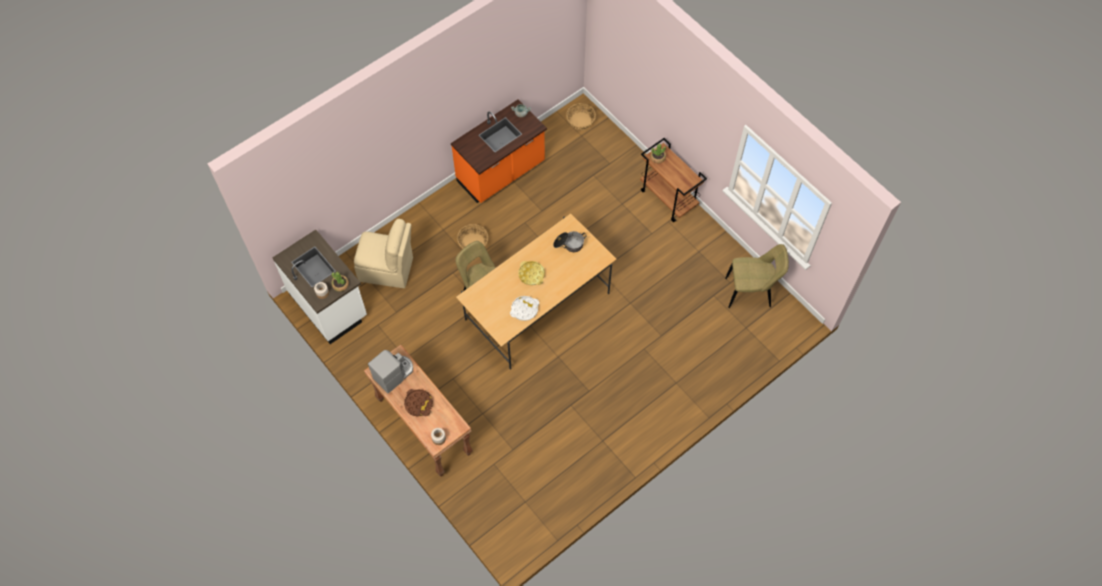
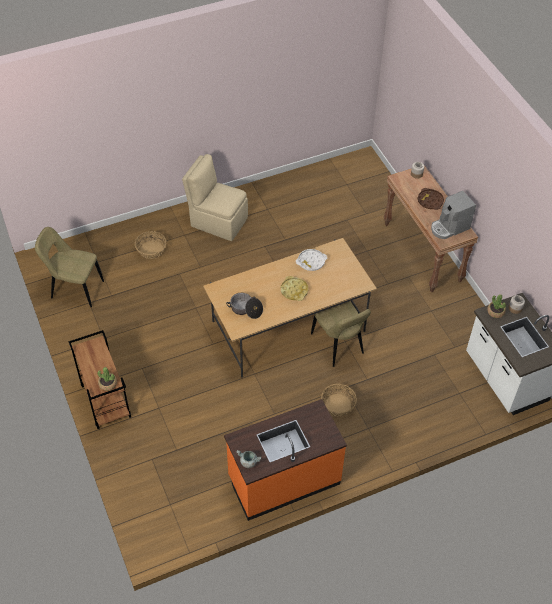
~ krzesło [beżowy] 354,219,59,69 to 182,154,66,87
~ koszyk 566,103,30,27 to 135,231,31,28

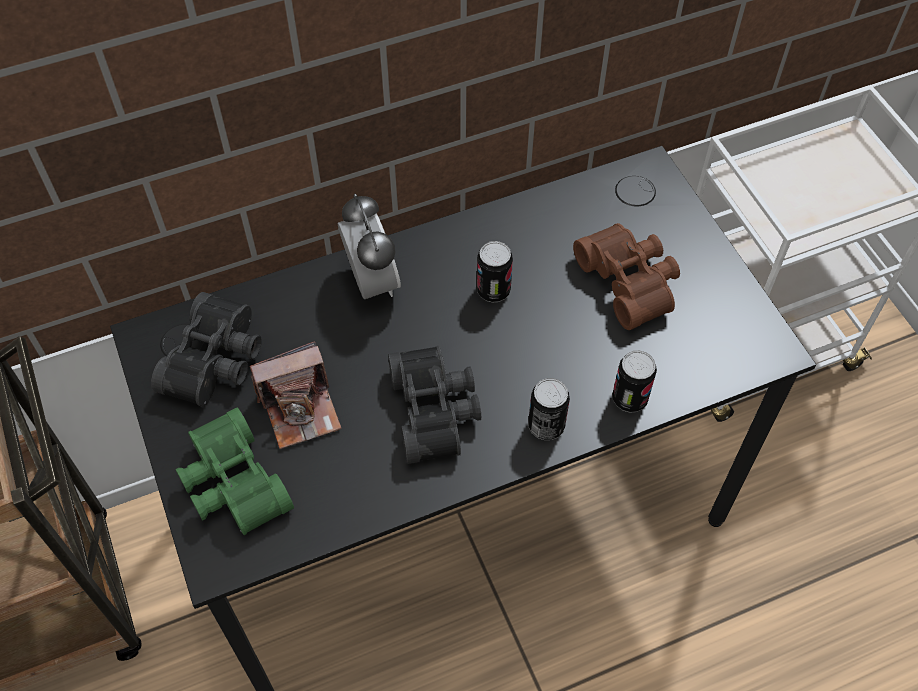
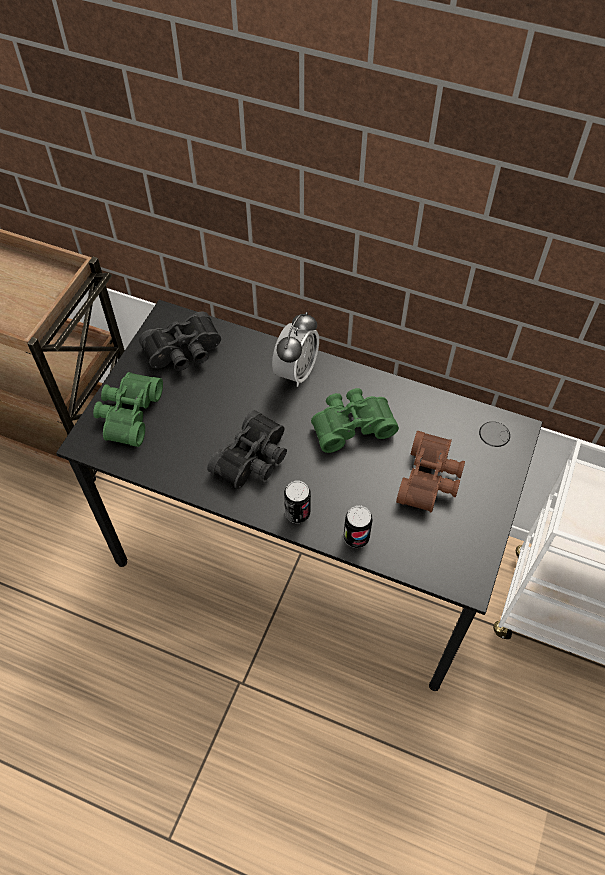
- aparat fotograficzny 250,341,91,108
~ puszka 477,241,36,62 to lornetka [zielony] 311,388,88,65

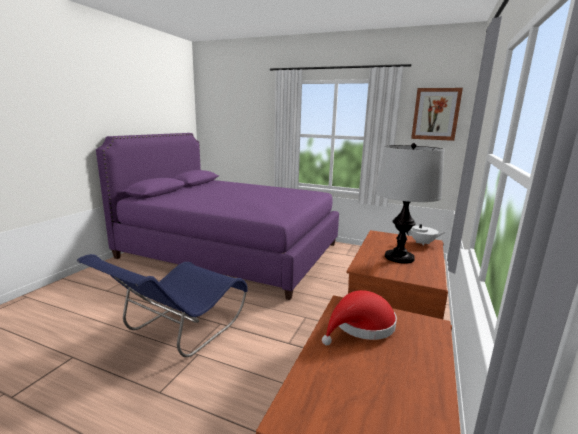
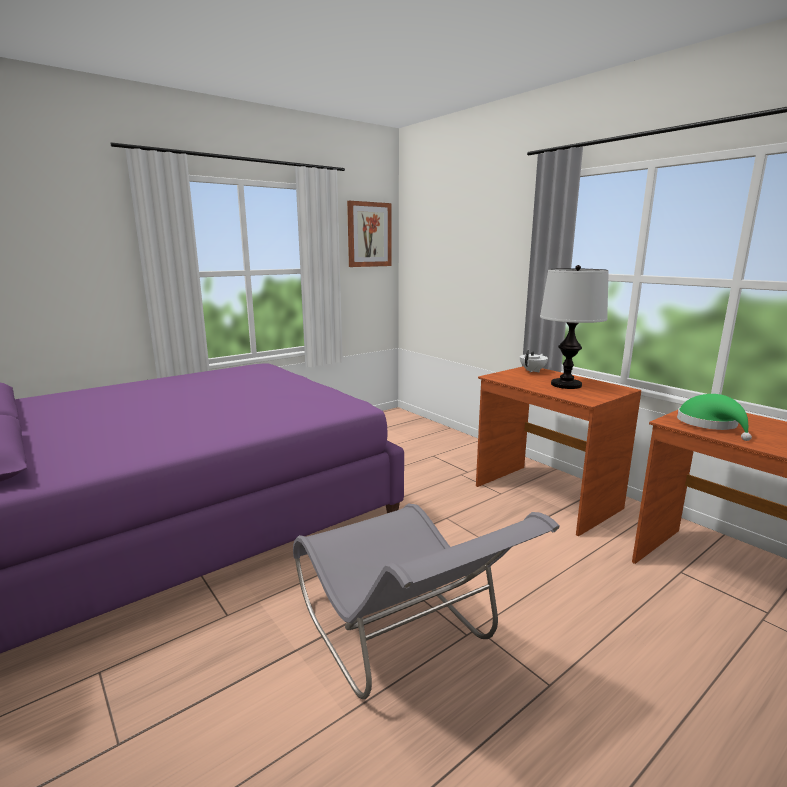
~ krzesło [niebieski] 77,254,171,103 to krzesło [szary] 293,504,267,195
~ kapelusz [czerwony] 322,290,75,55 to kapelusz [zielony] 677,394,75,47

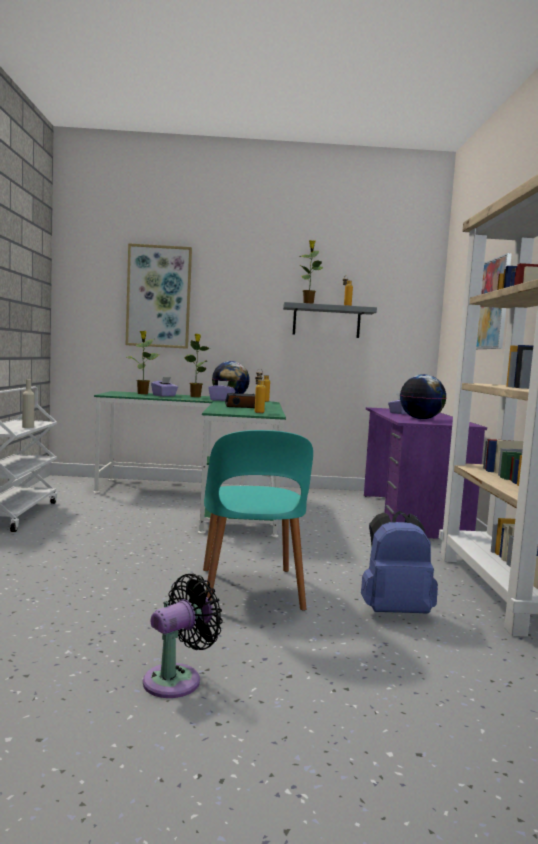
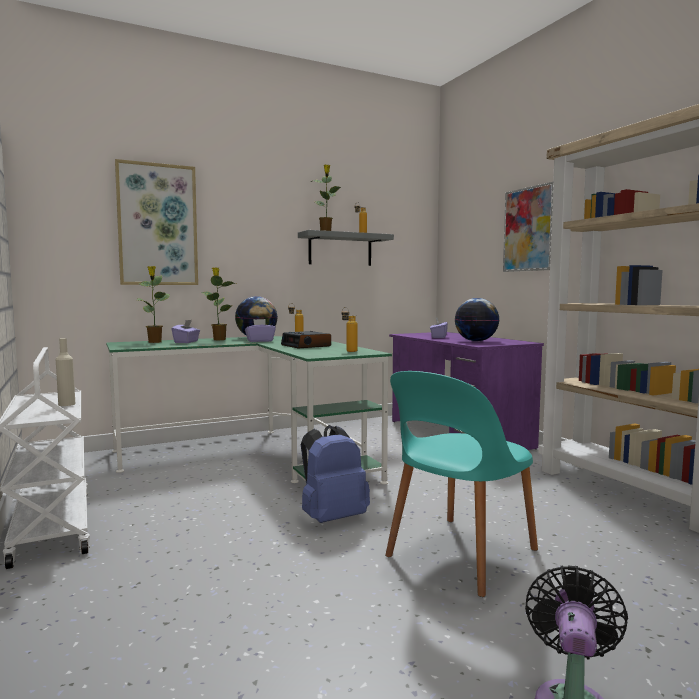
~ plecak [niebieski] 361,511,77,103 to 301,425,69,98
~ krzesło [turkusowy] 203,430,110,181 = 385,371,153,226 75 degrees clockwise

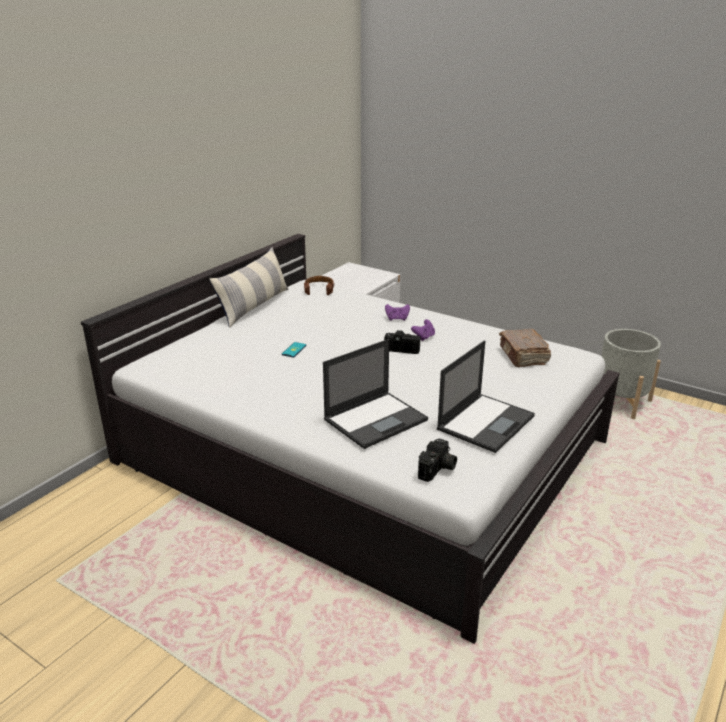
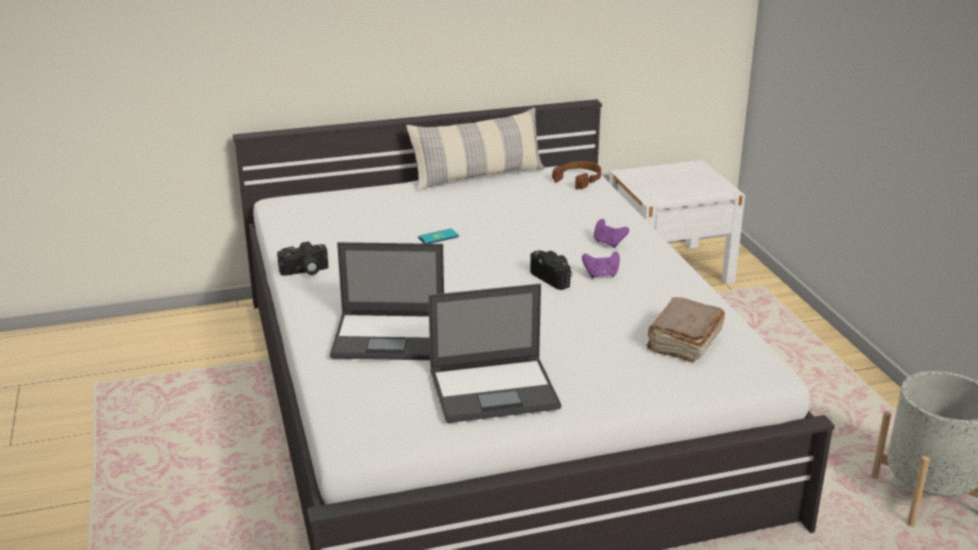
~ aparat fotograficzny 418,439,39,43 to 277,242,51,34

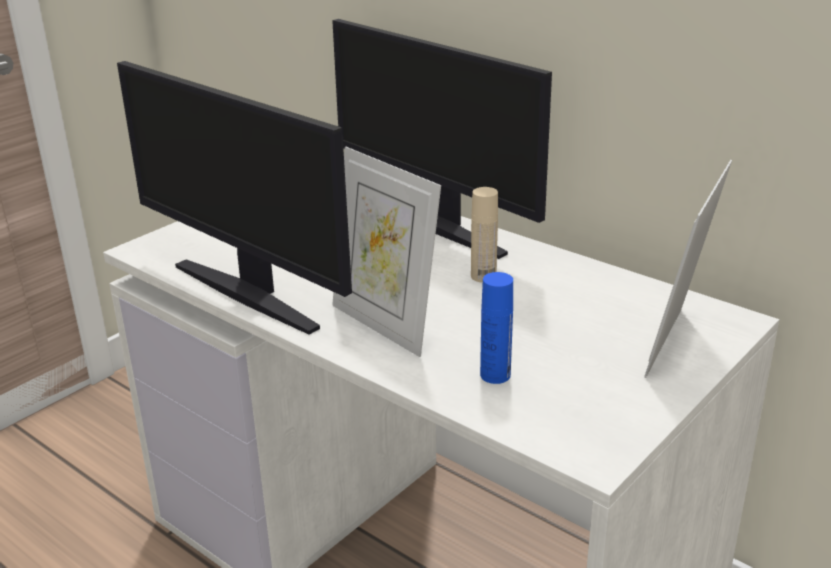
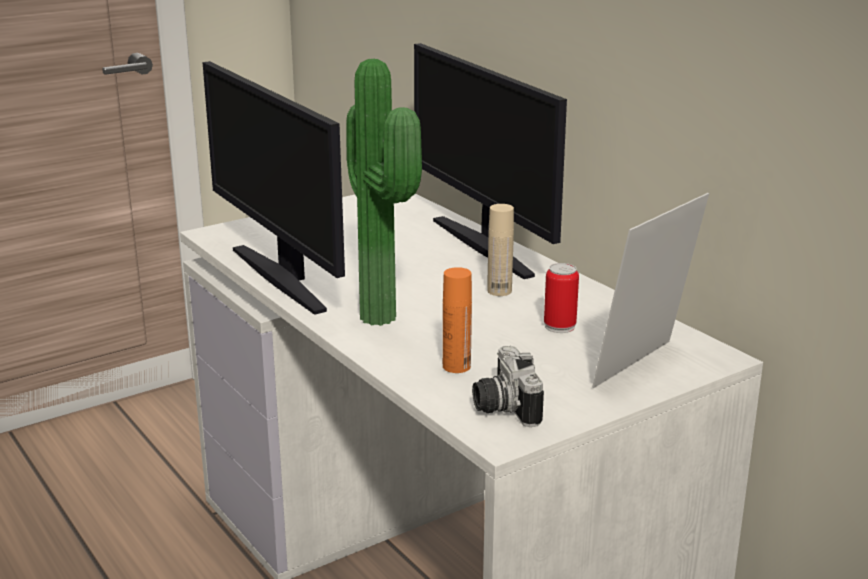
+ aparat fotograficzny 472,346,72,81
+ puszka 544,263,35,70
~ ramka na zdjęcie 332,147,109,210 to roślina doniczkowa 346,59,76,267
~ butelka [niebieski] 480,272,33,112 to butelka [pomarańczowy] 443,267,29,106

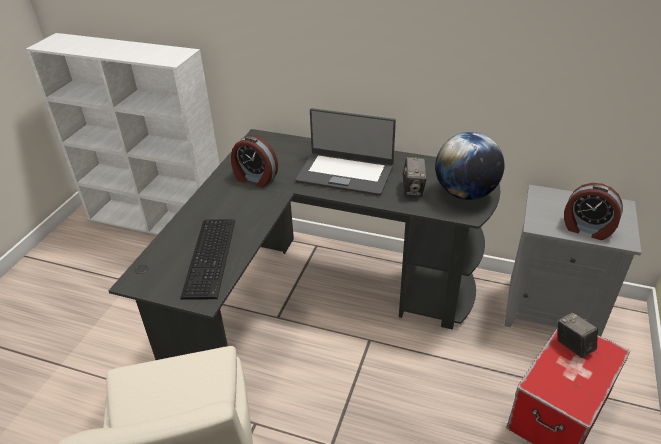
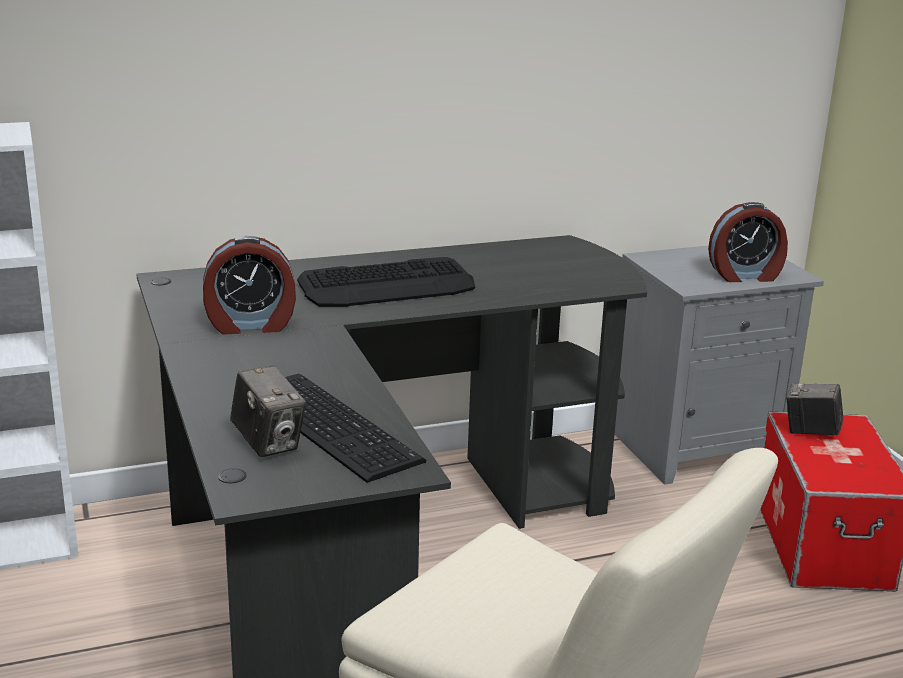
- globus 435,132,69,68
~ aparat fotograficzny 403,157,24,39 to 230,365,76,92
~ laptop 295,108,101,88 to klawiatura 297,257,178,50

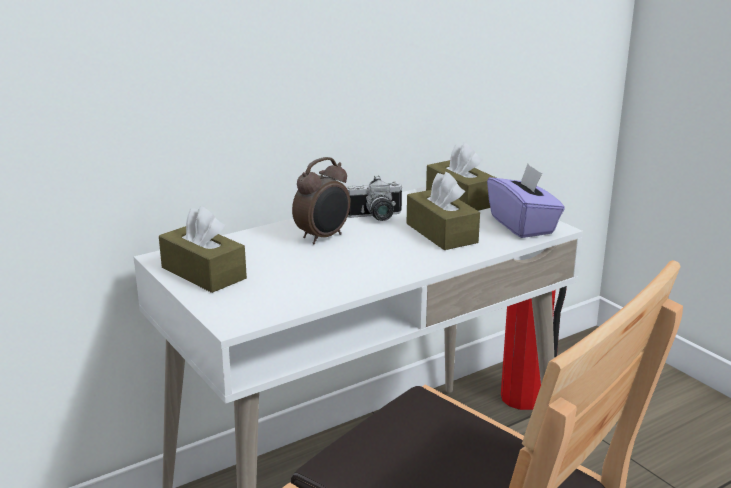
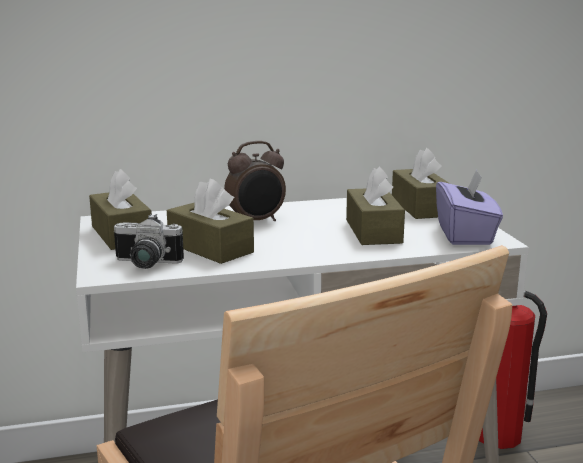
+ pudełko chusteczek [brązowy] 167,179,87,85
~ aparat fotograficzny 346,175,56,46 to 114,214,70,55

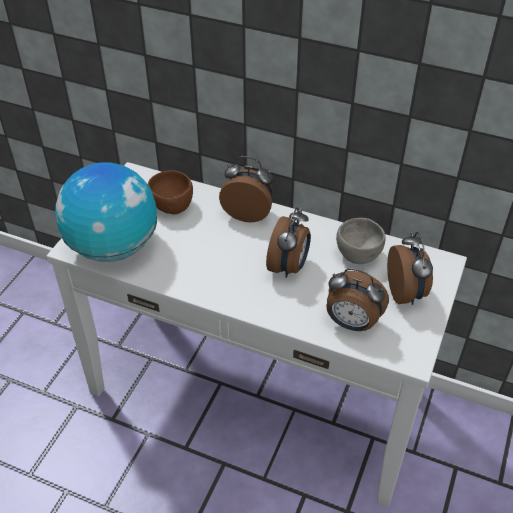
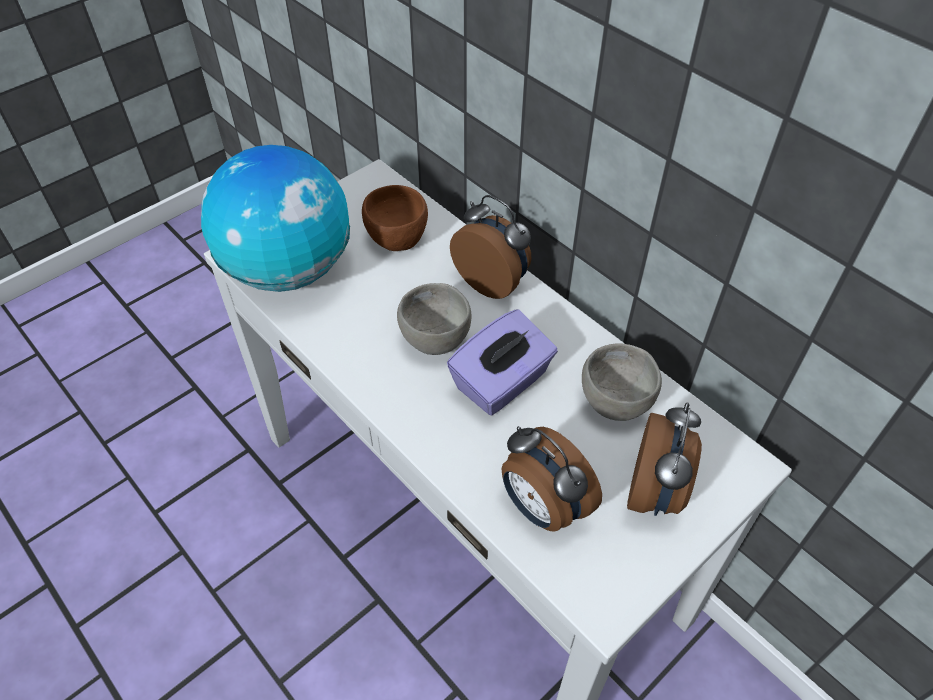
+ miska [szary] 397,283,75,72
~ budzik 266,207,45,71 to pudełko chusteczek [fioletowy] 447,309,111,106

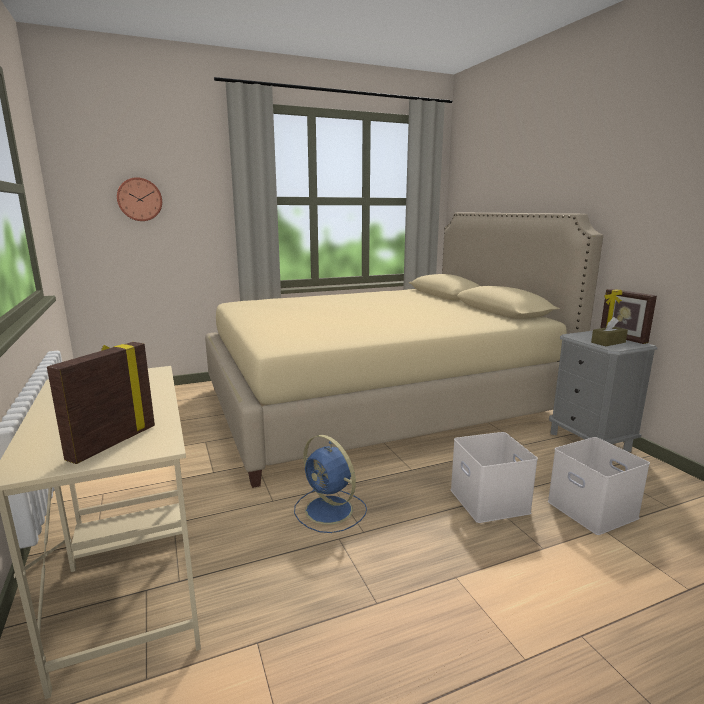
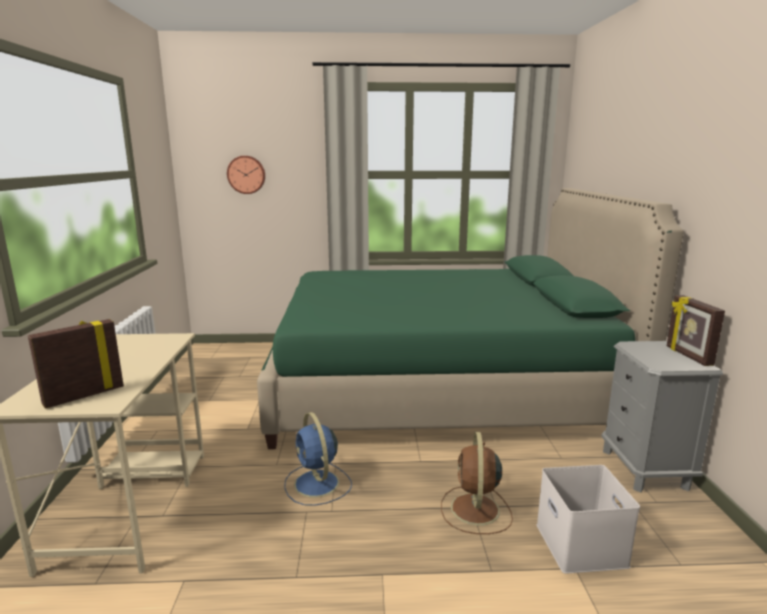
- pudełko chusteczek [brązowy] 591,317,37,29
~ pojemnik do przechowywania [biały] 451,432,87,91 to wentylator [brązowy] 441,432,72,102
~ łóżko [beżowy] 205,212,398,276 to łóżko [zielony] 257,188,427,261

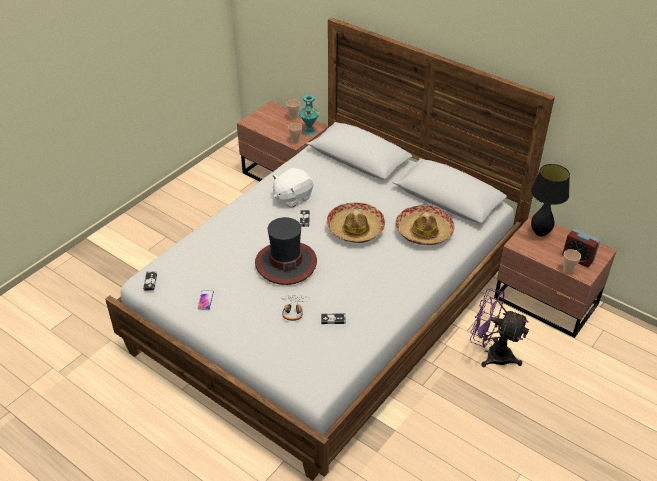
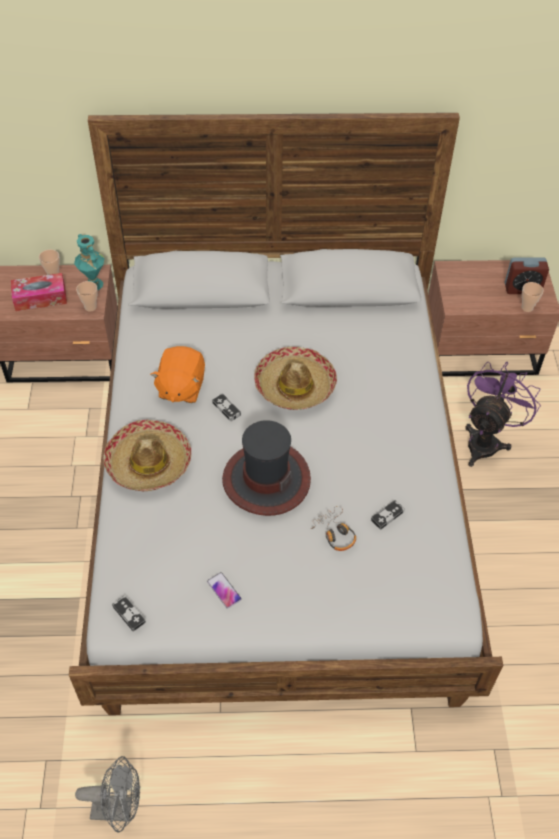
- lampa stołowa [czarny] 531,164,39,72
+ pudełko chusteczek 11,273,56,38
+ wentylator [szary] 75,756,65,76
~ kapelusz 396,205,59,40 to 103,420,88,72
~ pluszak [biały] 273,168,40,40 to pluszak [pomarańczowy] 150,346,55,57
~ wentylator [fioletowy] 470,288,59,79 = 465,362,76,105 135 degrees clockwise

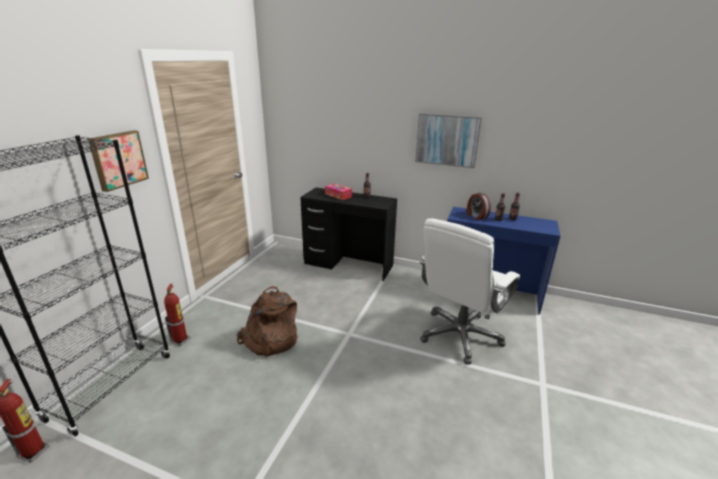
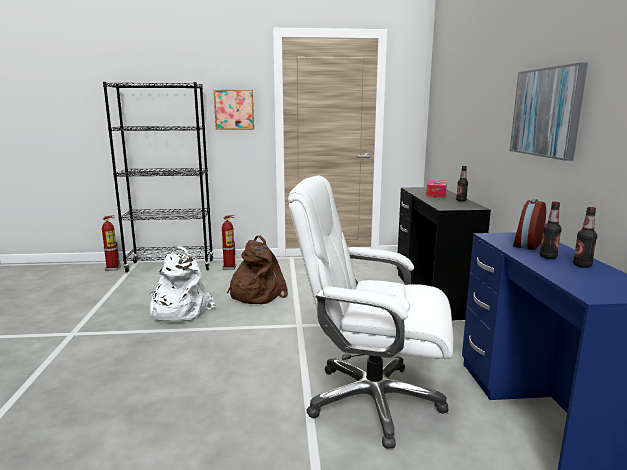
+ plecak [biały] 149,247,66,76

